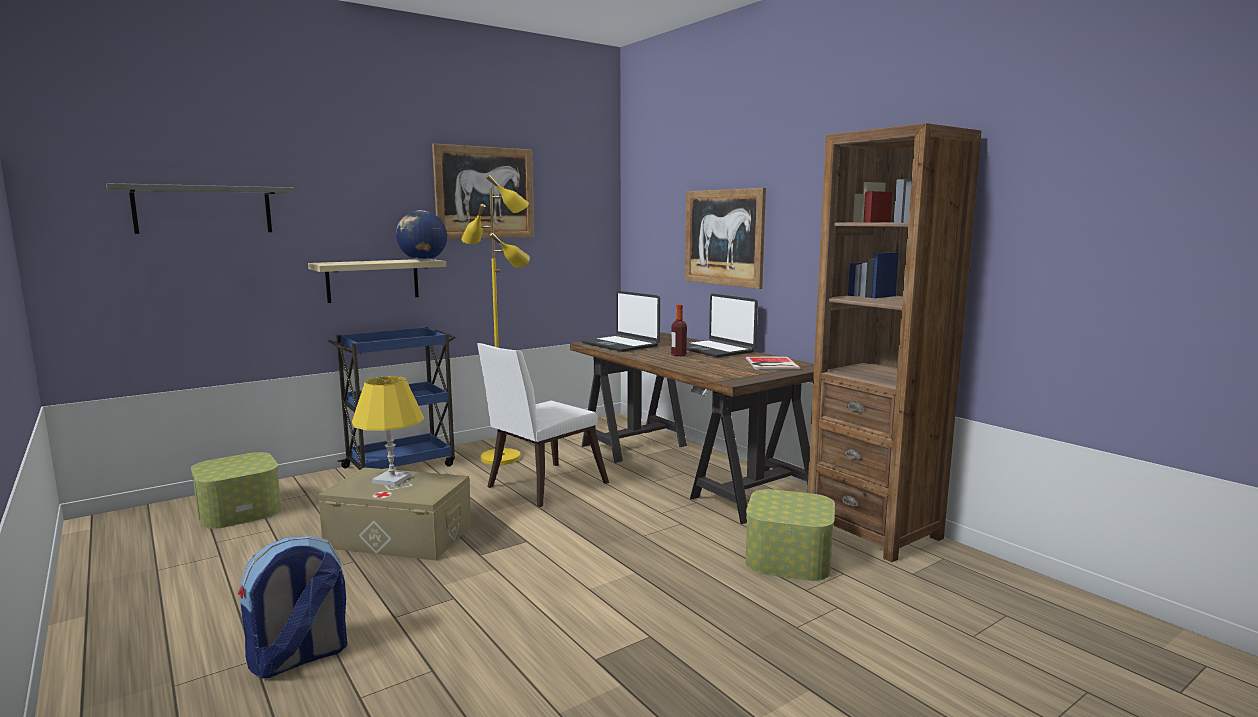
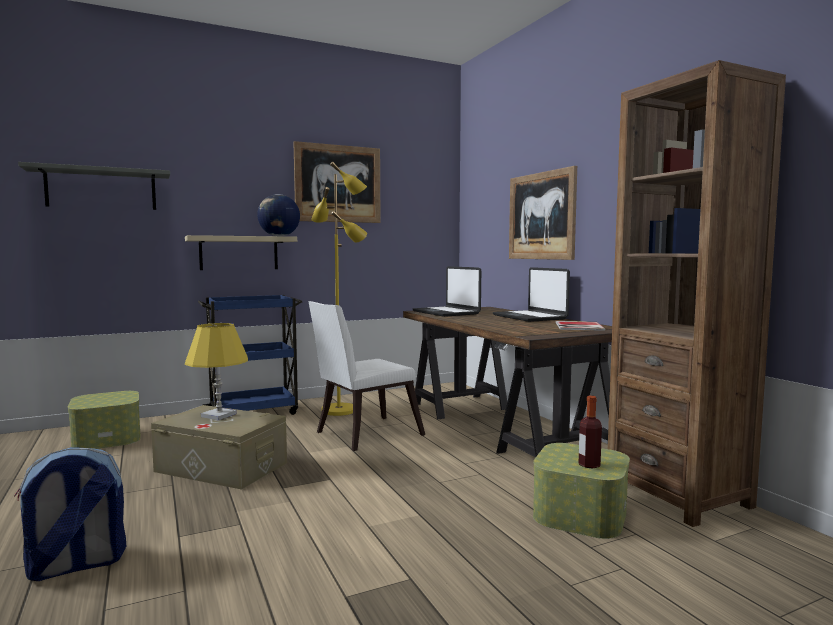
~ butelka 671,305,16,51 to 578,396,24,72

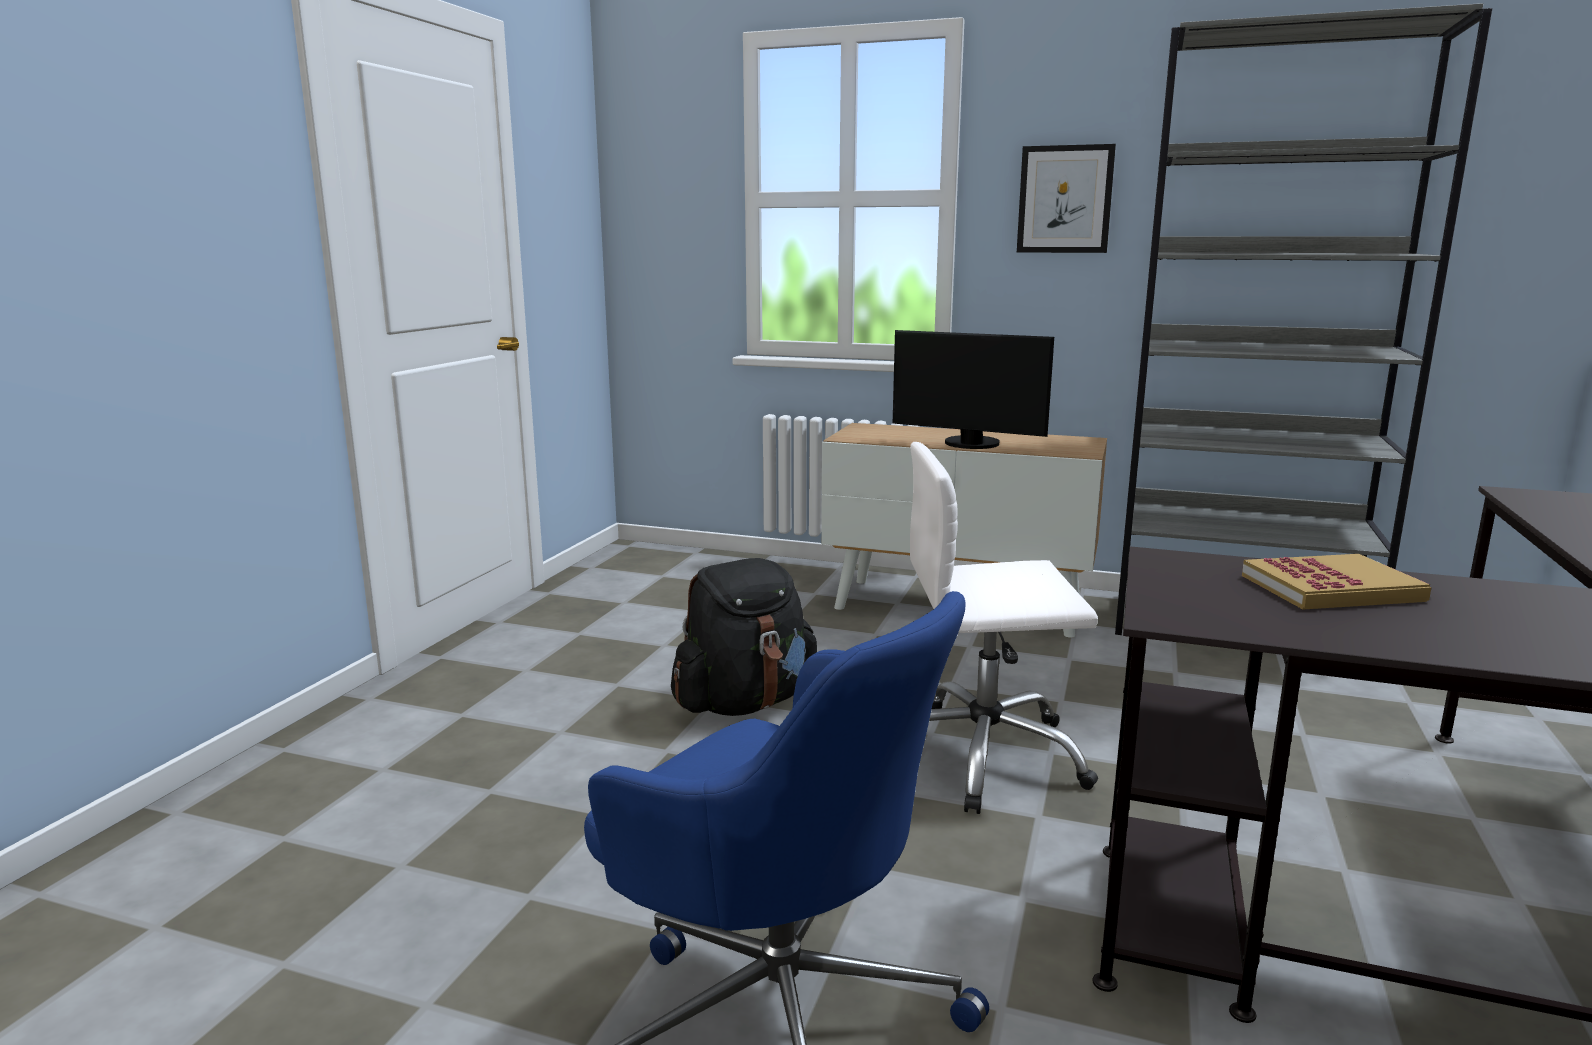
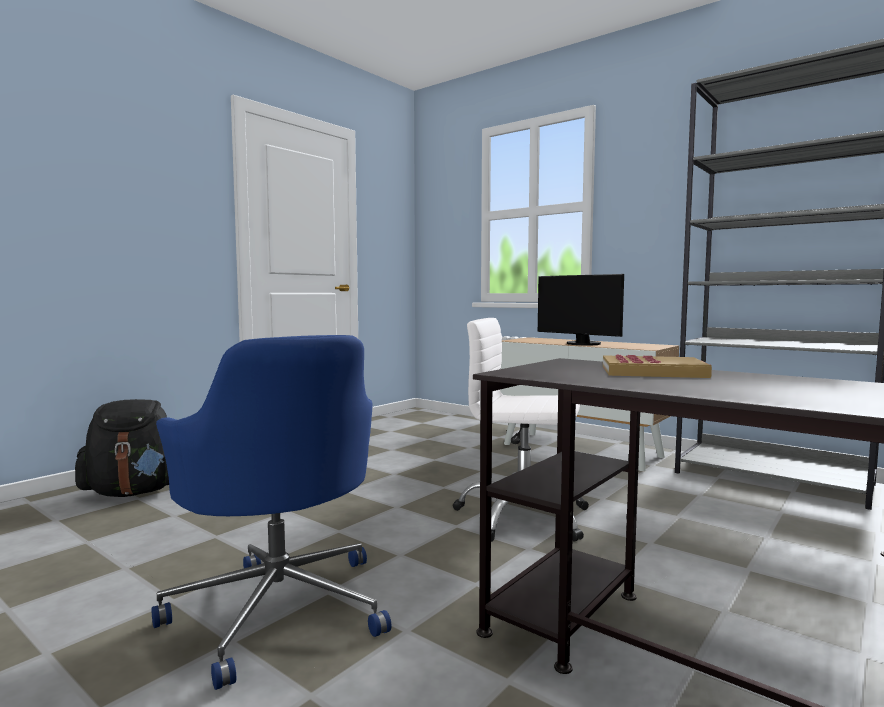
- obraz 1017,144,99,109
~ plecak [czarny] 671,558,146,158 to 75,399,94,98

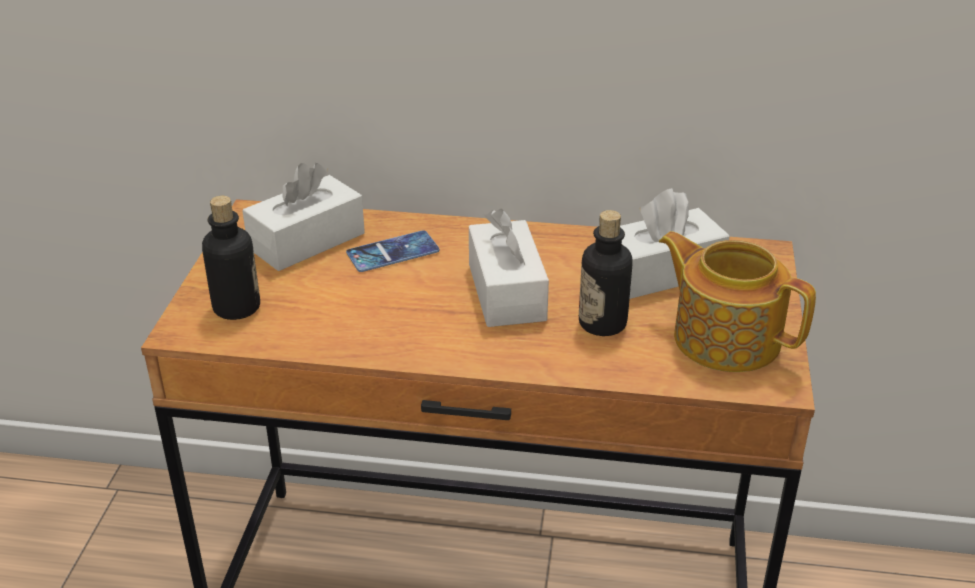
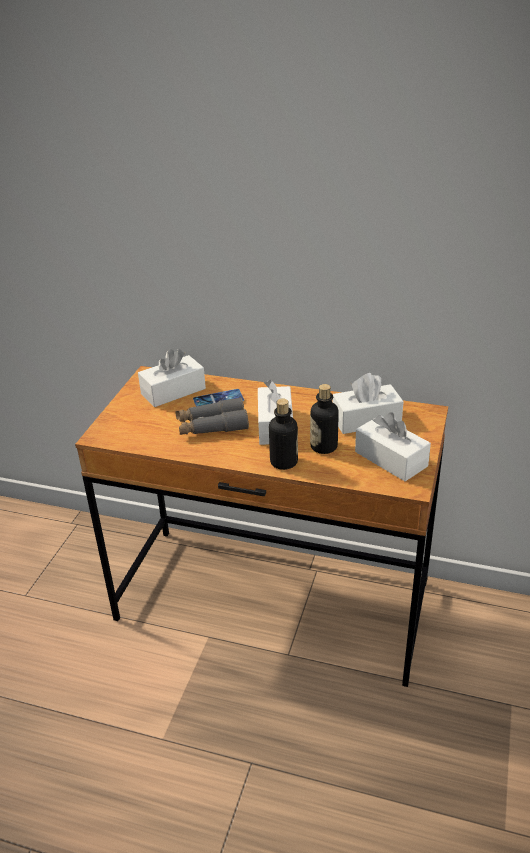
+ lornetka [szary] 175,397,74,38
~ butelka 202,196,58,124 to 269,398,29,72
~ imbryk 659,231,157,141 to pudełko chusteczek [biały] 355,412,76,69

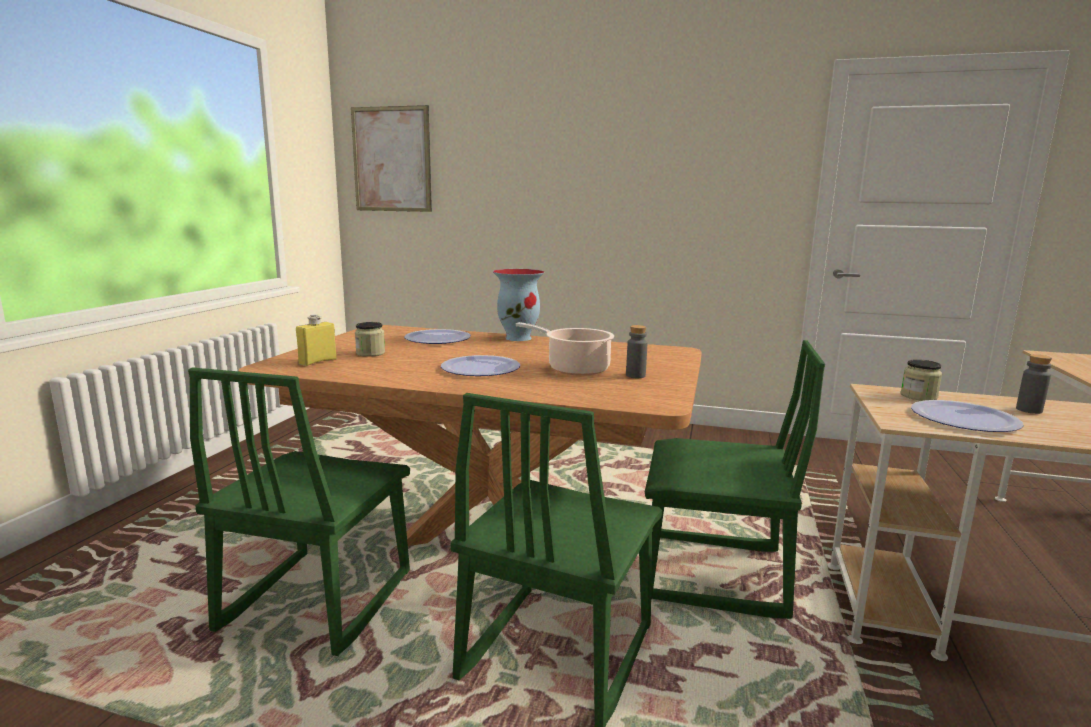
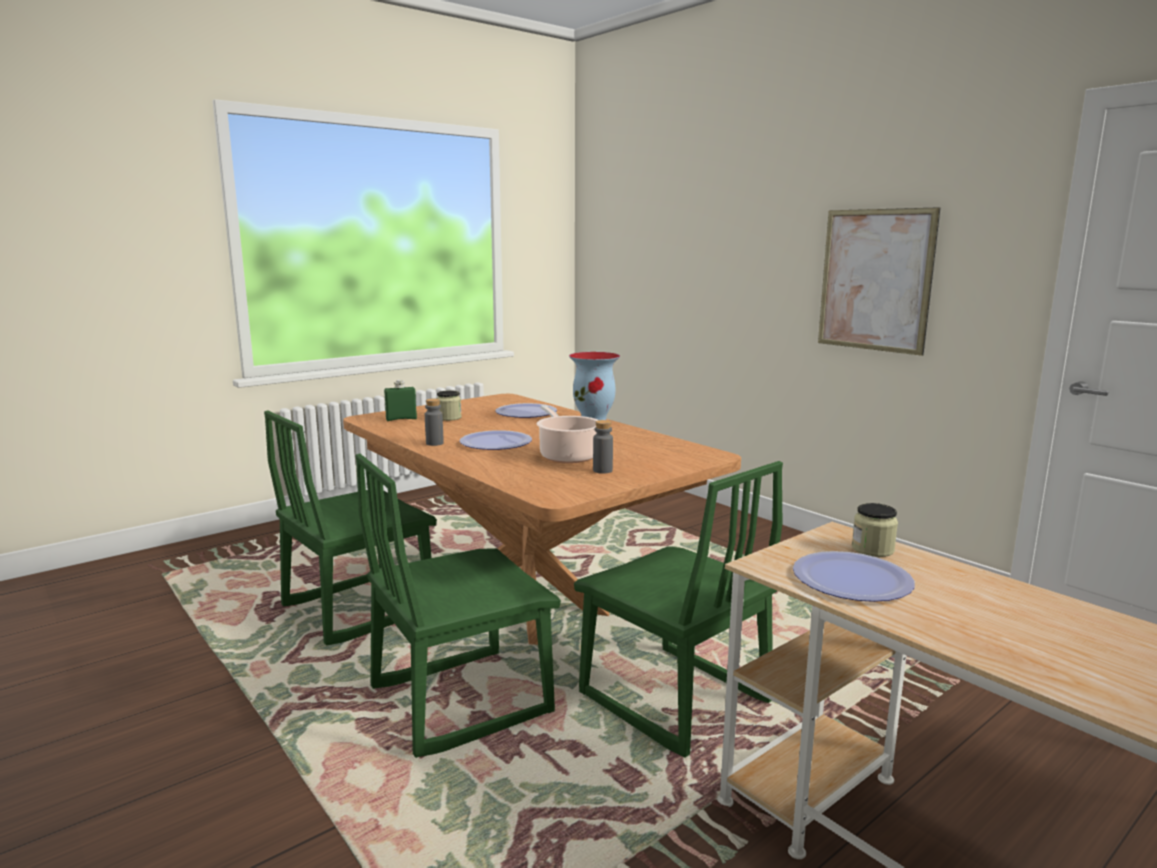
~ obraz 351,105,81,107 to 818,207,122,149
~ butelka [szary] 1016,354,36,60 to 425,398,19,48
~ butelka [żółty] 296,314,41,52 to butelka [zielony] 384,380,33,41

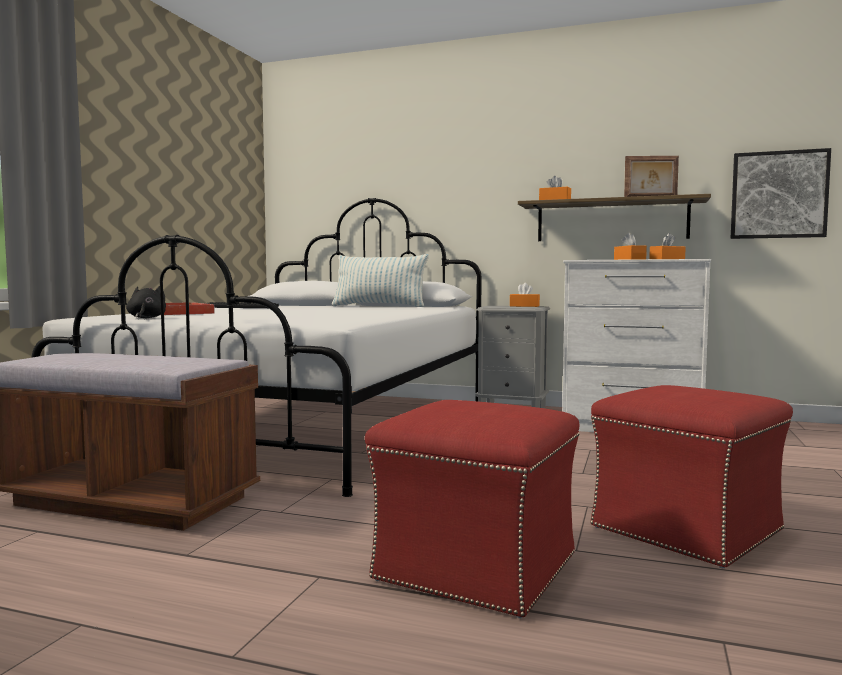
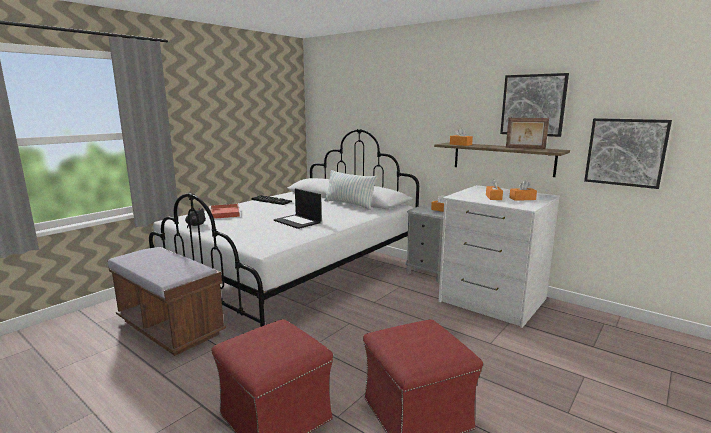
+ laptop 274,188,48,41
+ obraz 500,73,69,64

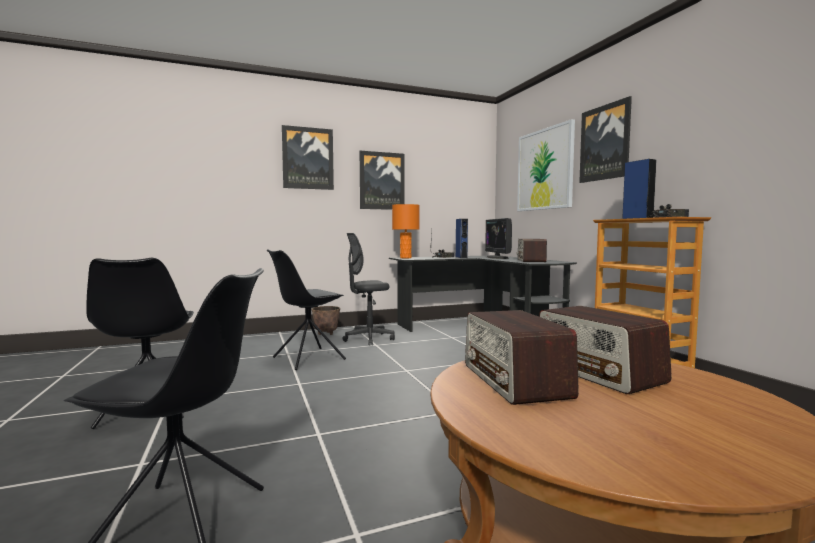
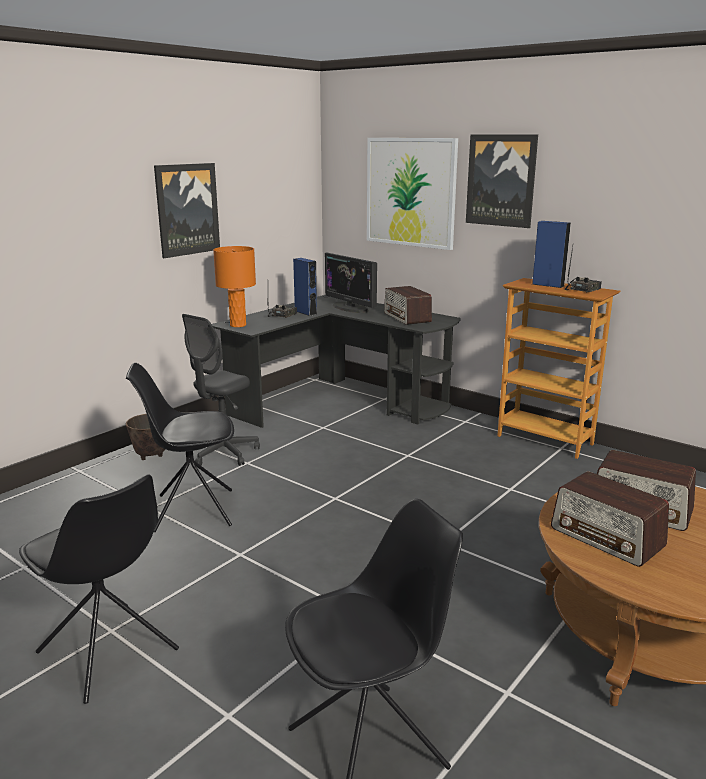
- obraz 282,125,52,65
~ krzesło [czarny] 267,249,79,121 = 126,363,108,169 60 degrees clockwise

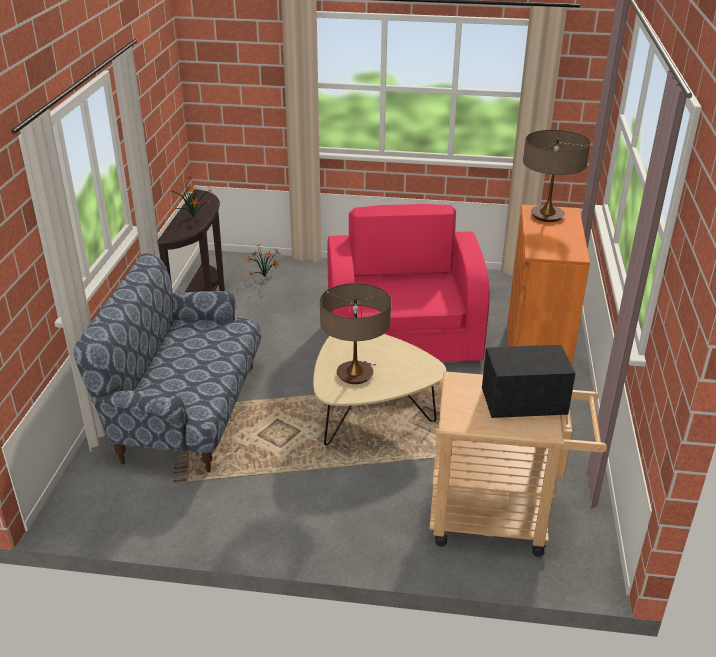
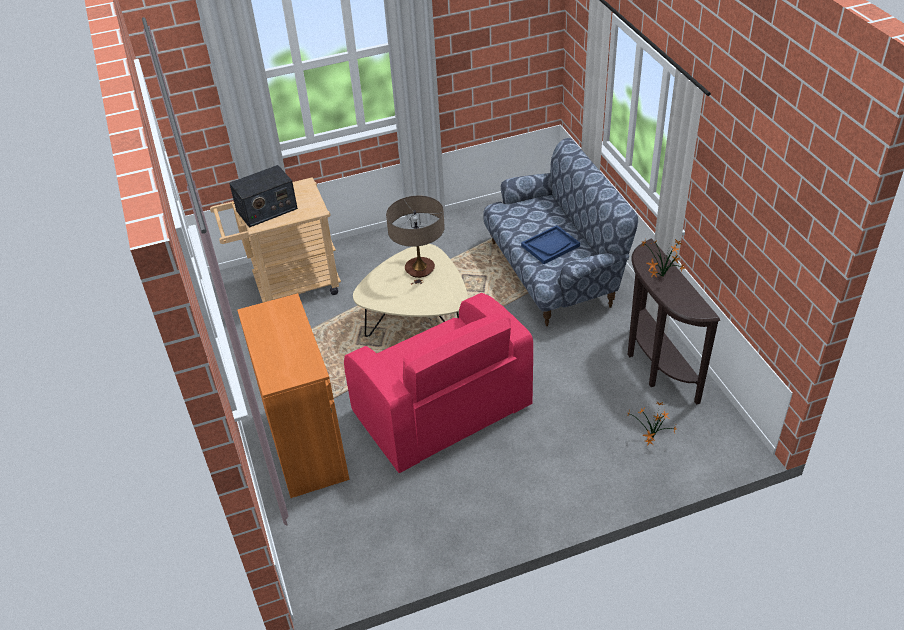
- lampa stołowa 523,130,67,92
+ taca [niebieski] 521,225,59,39

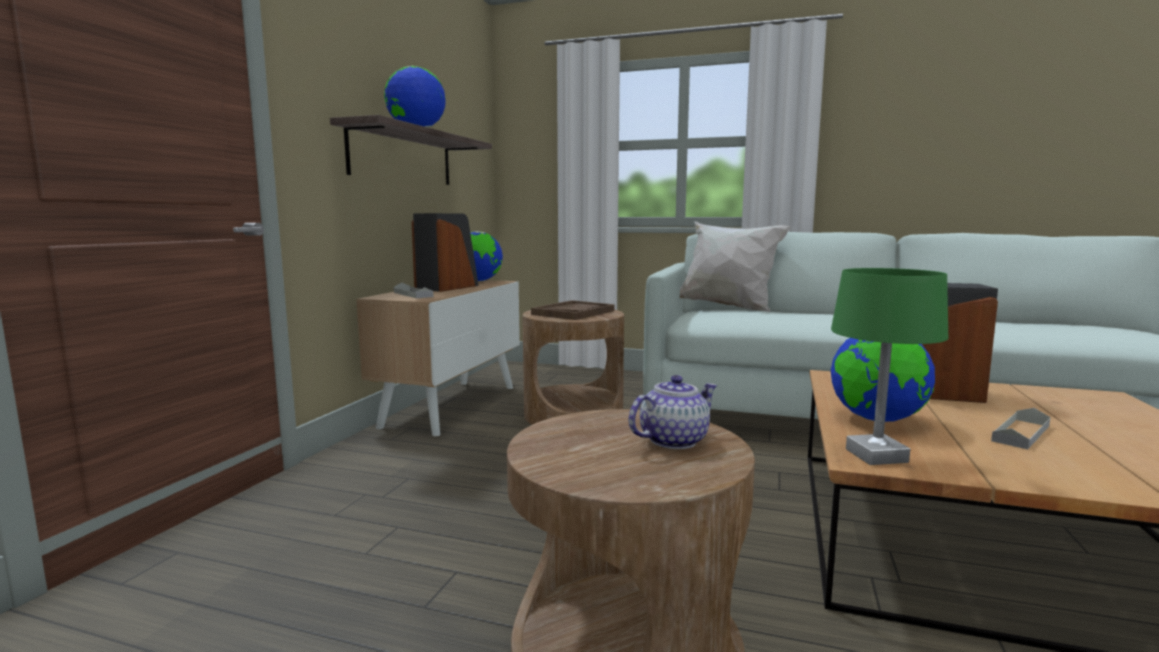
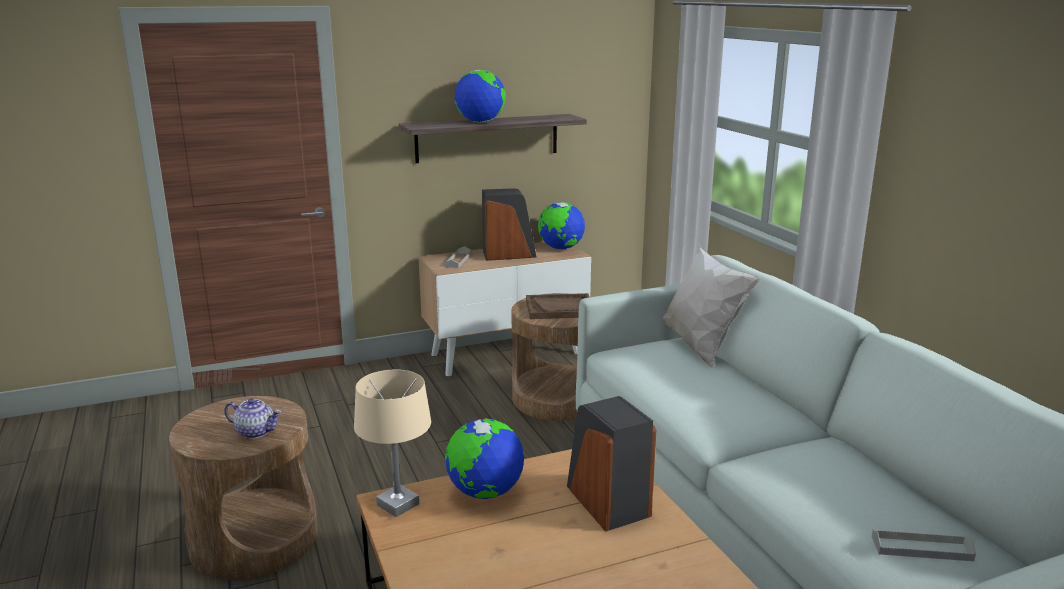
~ taca [szary] 991,408,60,41 to 872,529,104,32
~ lampa stołowa [zielony] 831,268,117,197 to lampa stołowa [beżowy] 354,369,77,148

